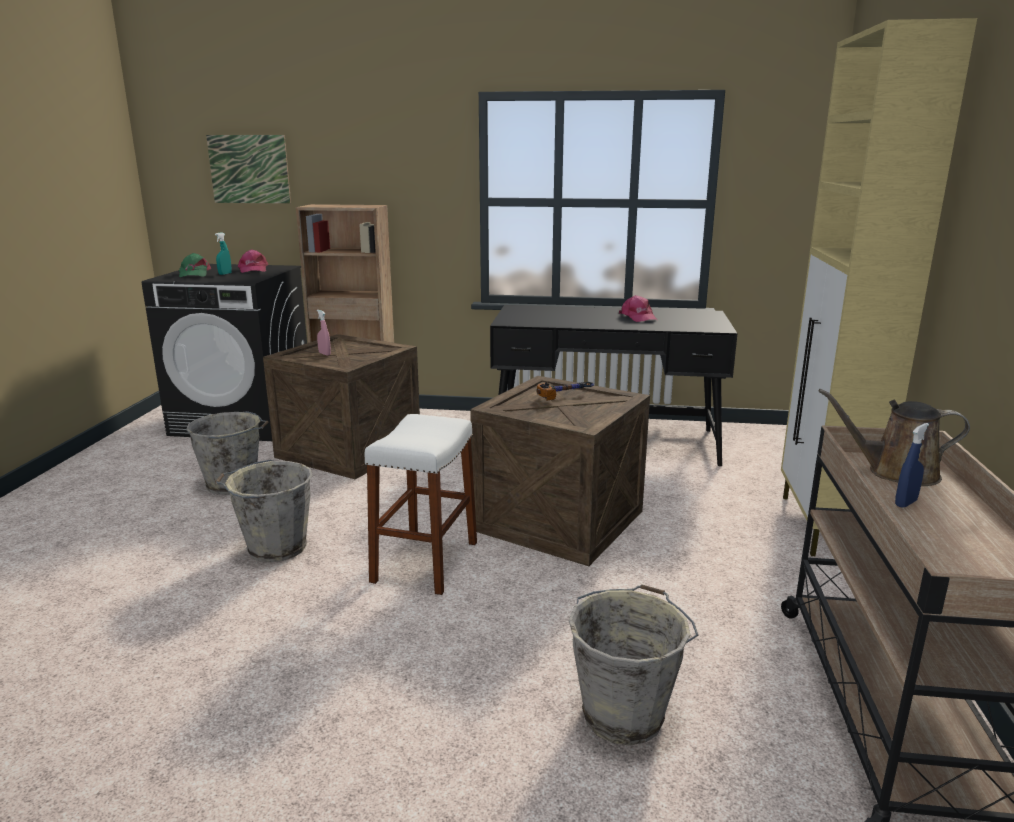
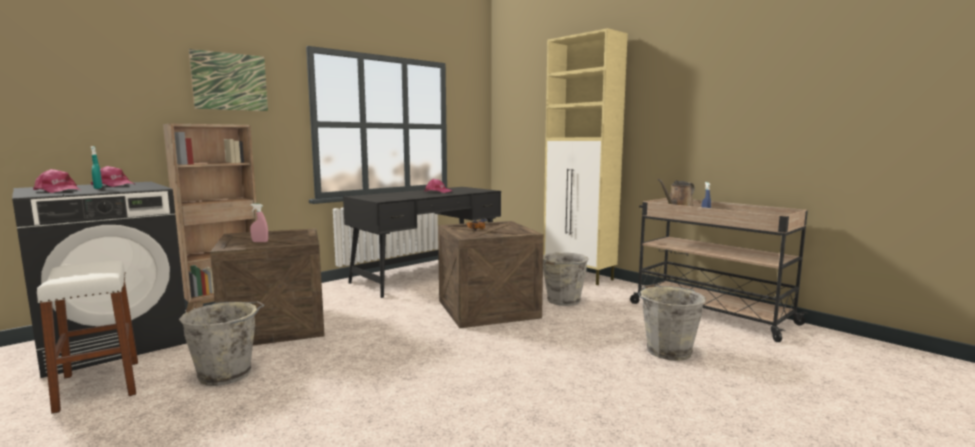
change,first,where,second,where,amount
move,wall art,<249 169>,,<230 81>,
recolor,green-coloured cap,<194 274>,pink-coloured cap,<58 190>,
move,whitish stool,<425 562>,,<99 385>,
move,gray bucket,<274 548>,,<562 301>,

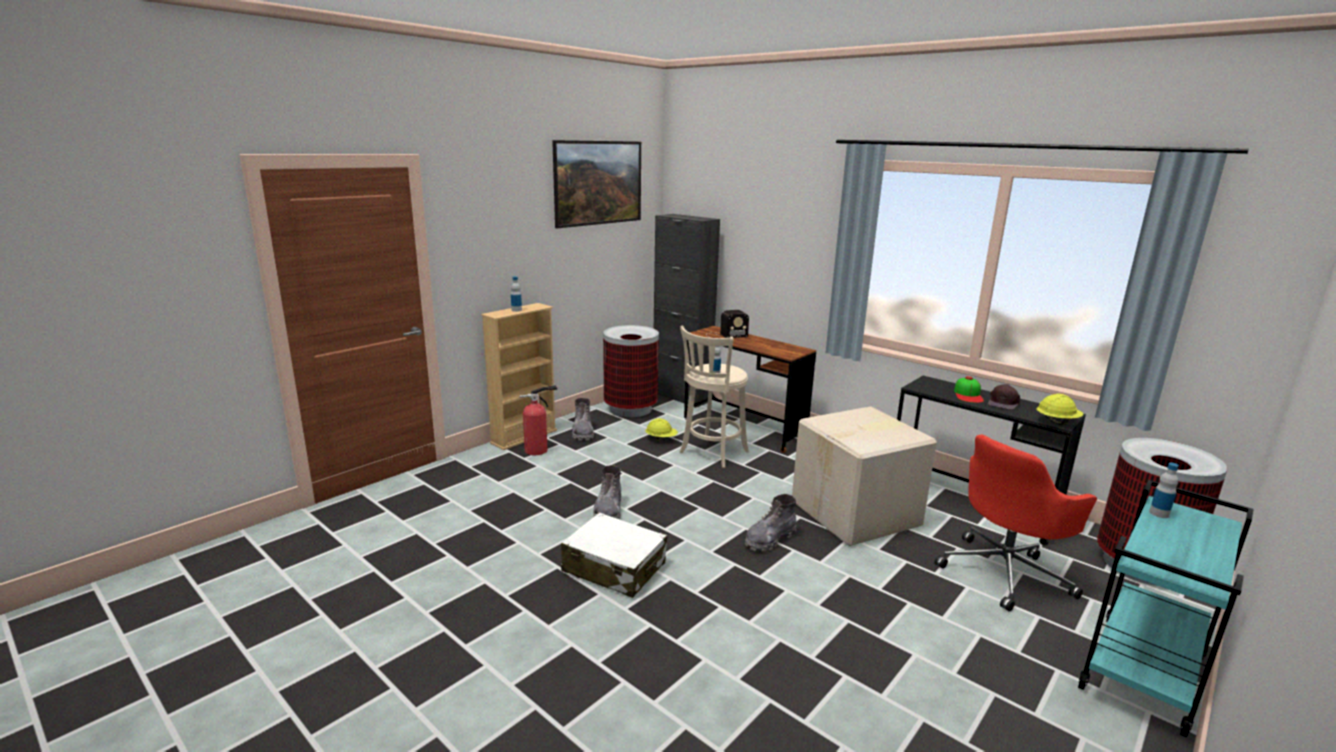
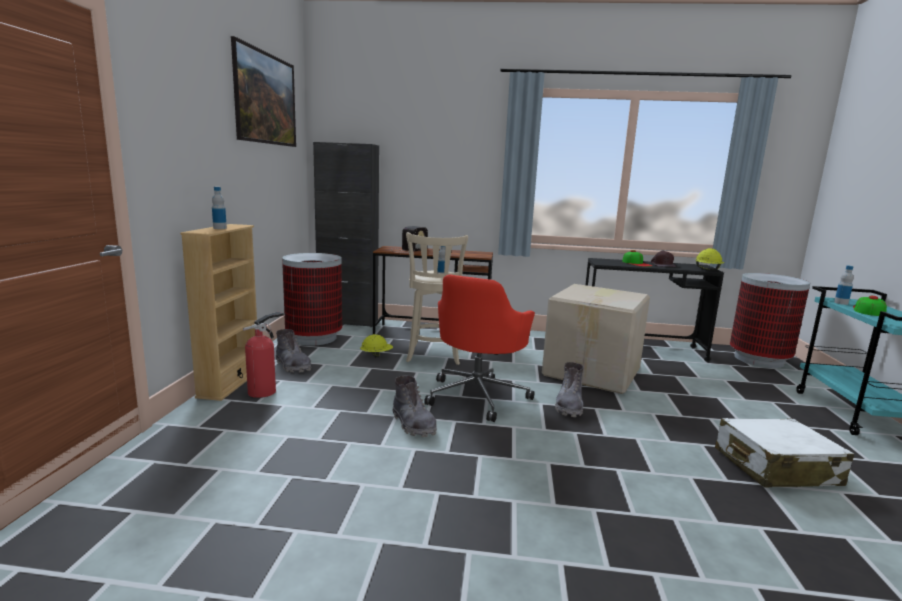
change,first,where,second,where,amount
move,reddish desk chair,<1005 572>,,<477 396>,
move,whitish travel case,<614 567>,,<775 467>,
insert,,,cap,<868 310>,

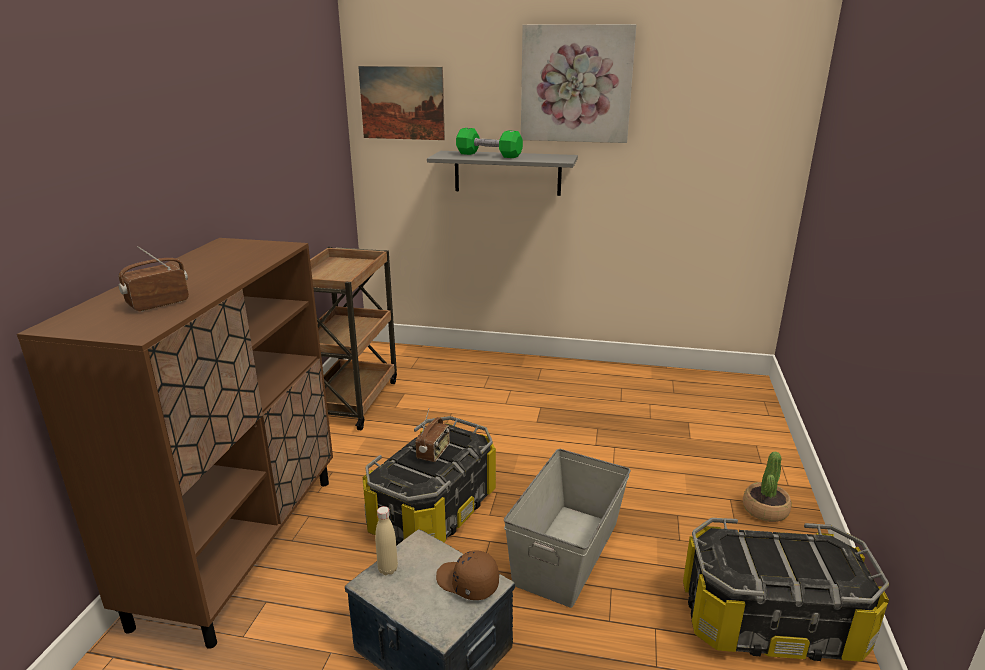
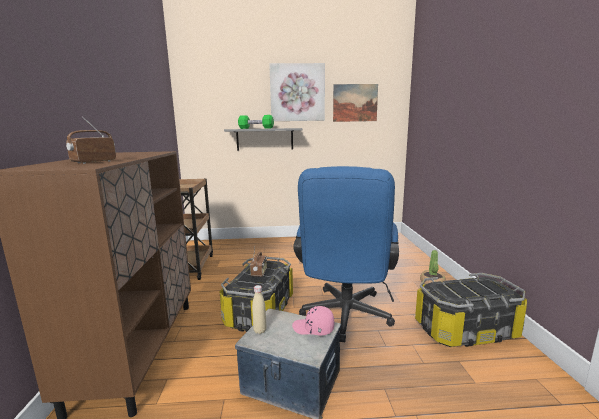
change,first,where,second,where,amount
move,wall art,<402 103>,,<355 103>,
replace,gray storage box,<565 552>,bluish desk chair,<345 318>,
recolor,brown cap,<467 583>,pink-coloured cap,<313 328>,

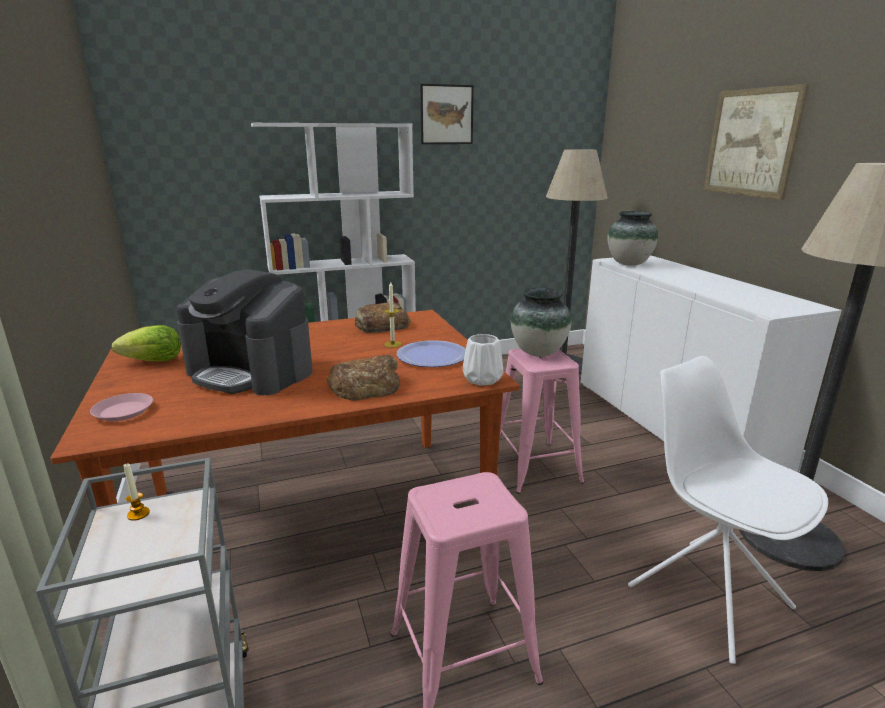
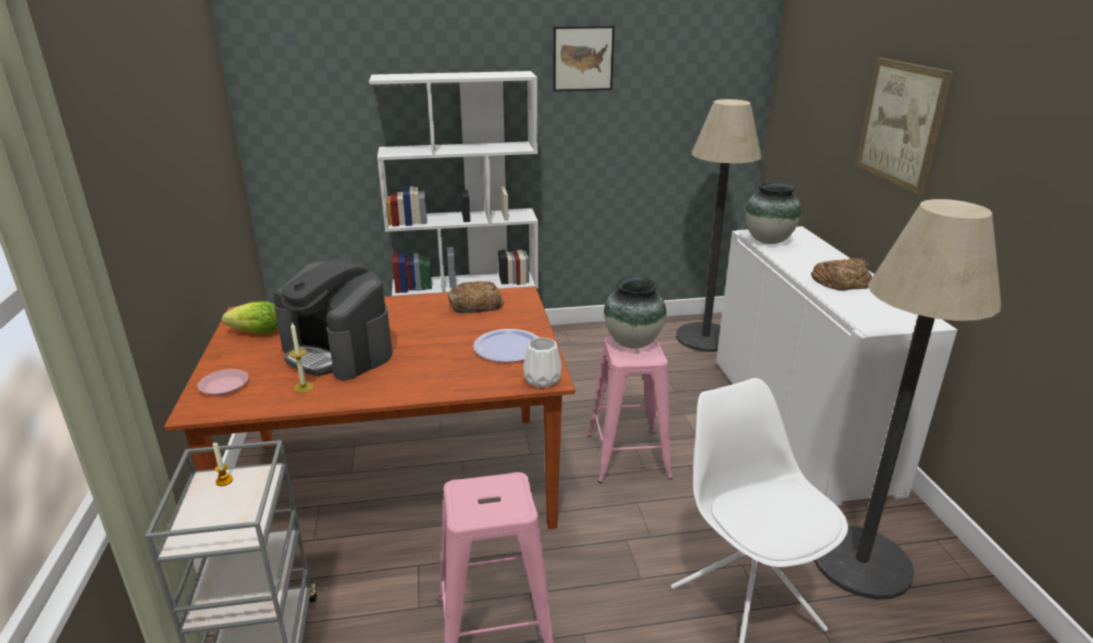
change,first,where,second,where,amount
move,wax light,<392 344>,,<303 387>,
move,bread,<365 386>,,<841 281>,

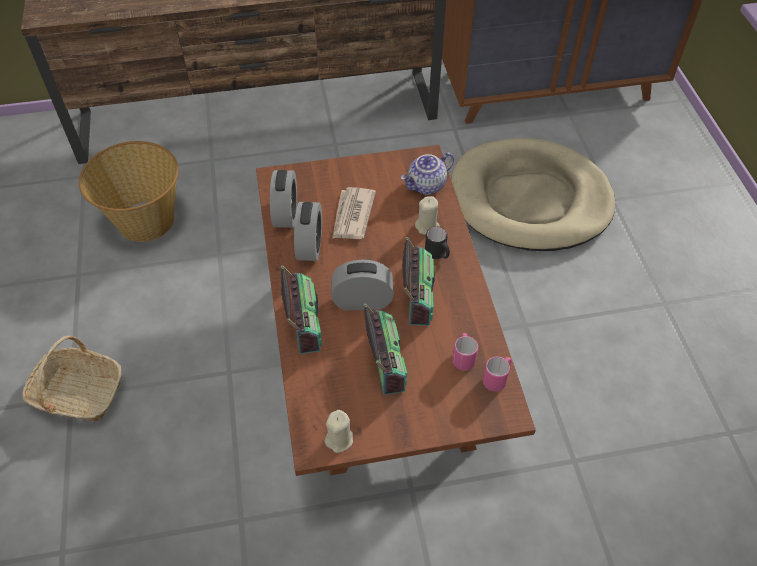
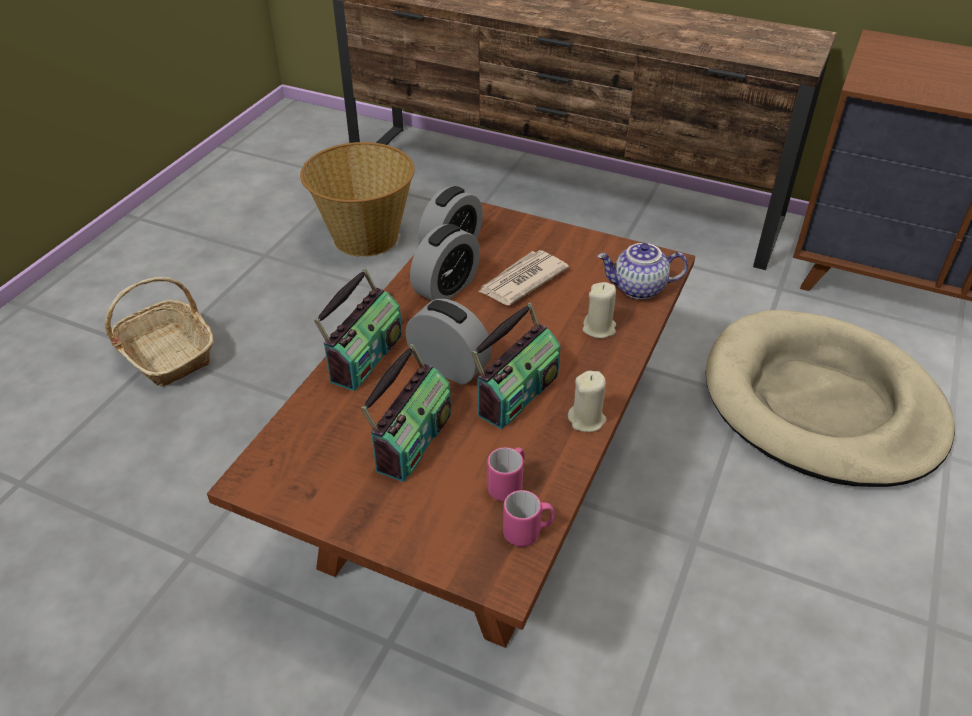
change,first,where,second,where,amount
delete,blackish tea mug,<437 254>,,,
move,beige wax light,<339 439>,,<587 419>,

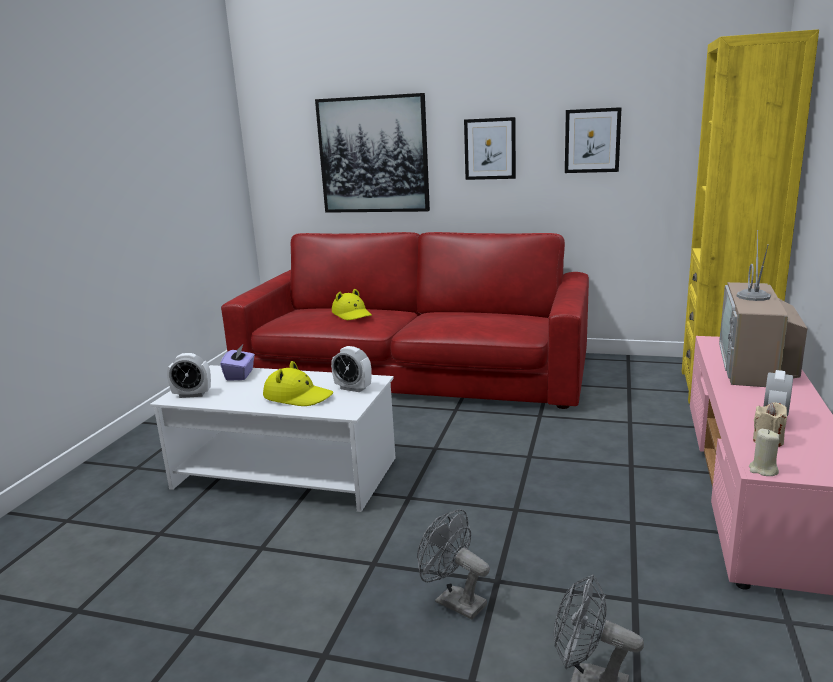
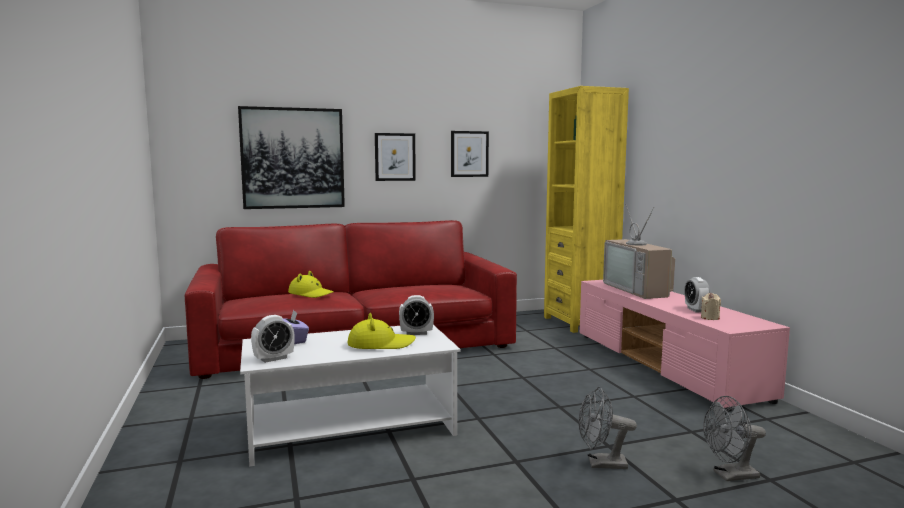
change,first,where,second,where,amount
delete,beige wax light,<763 470>,,,

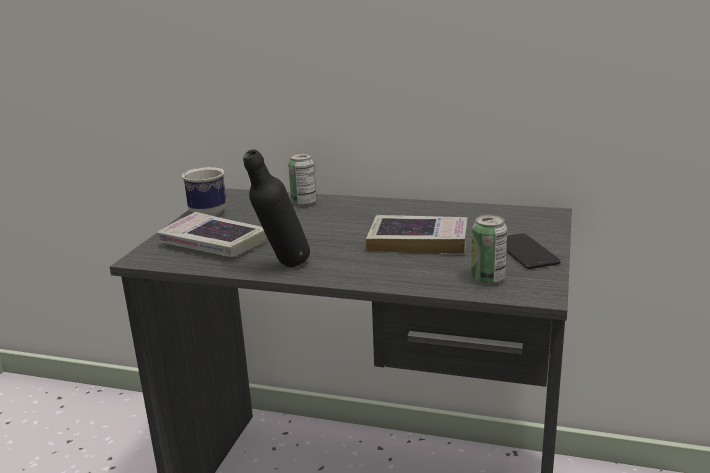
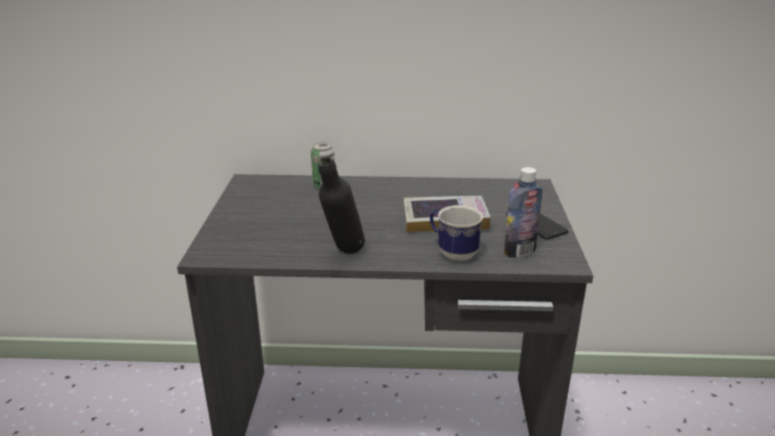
change,first,where,second,where,amount
move,tea mug,<205 212>,,<452 253>,
delete,bound book,<213 243>,,,
replace,can,<487 279>,drink bottle,<519 252>,

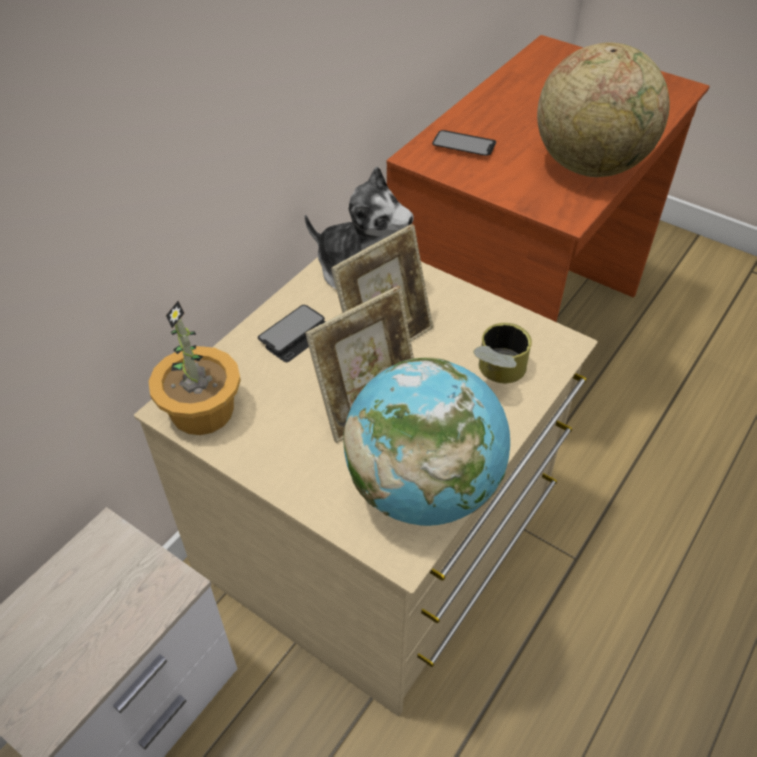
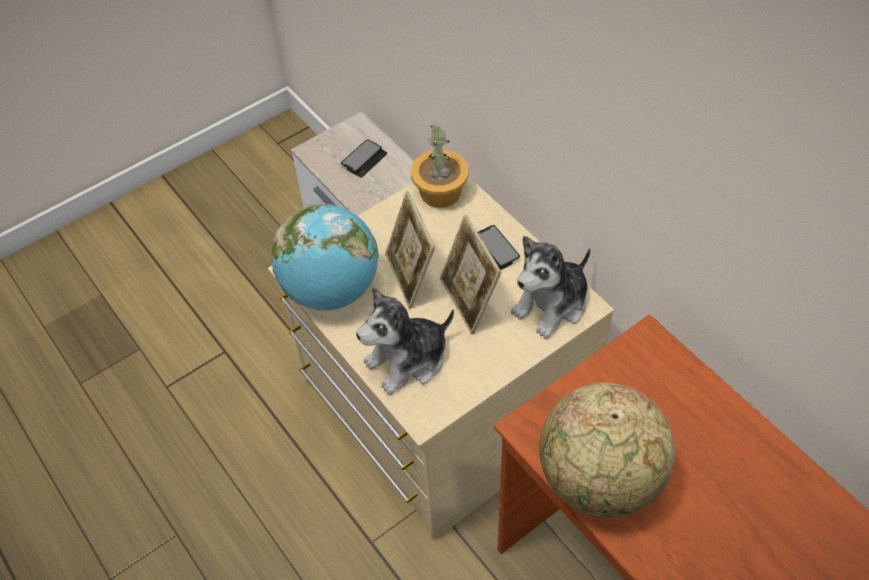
change,first,where,second,where,amount
move,telephone,<464 145>,,<364 159>,
replace,can,<496 375>,cuddly toy,<408 360>,

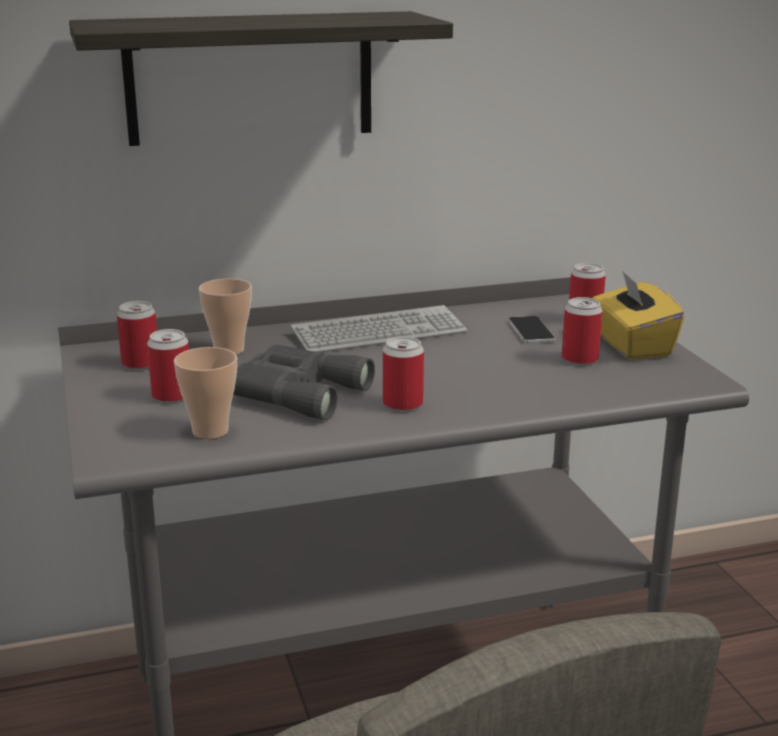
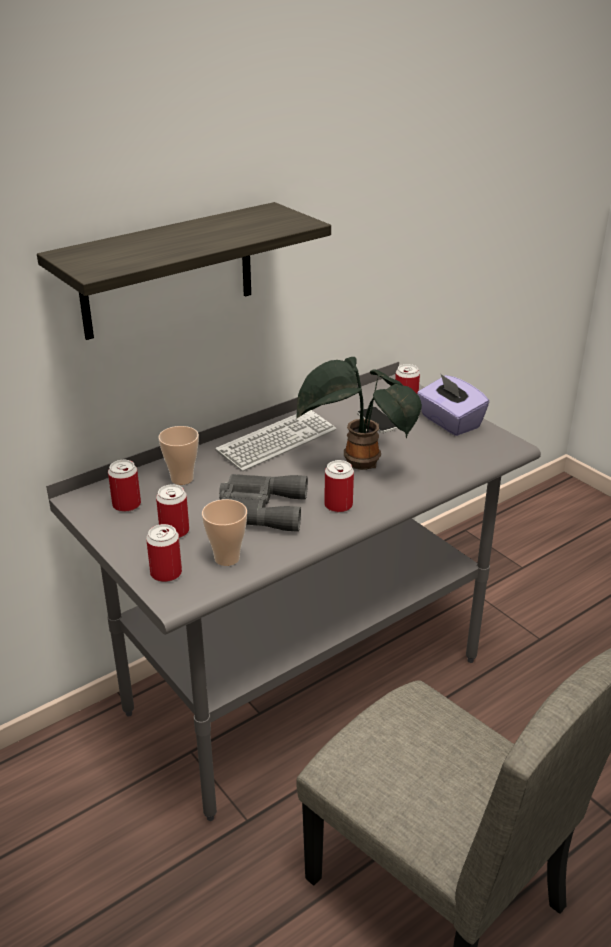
change,first,where,second,where,amount
recolor,yellow tissue holder,<632 345>,purple tissue holder,<449 422>,
move,can,<580 359>,,<166 573>,
insert,,,houseplant,<357 464>,

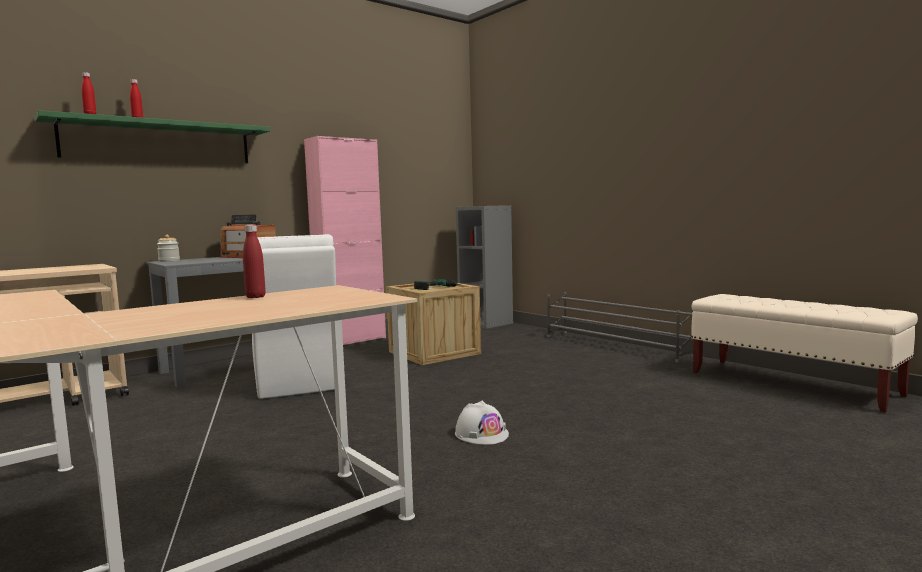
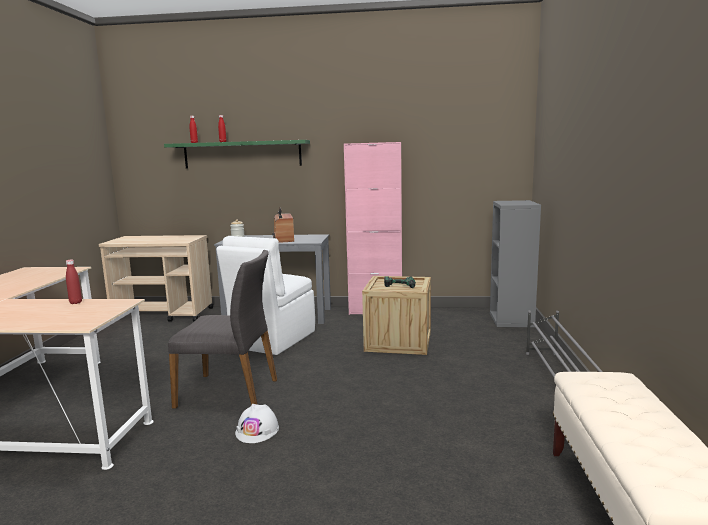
change,first,where,second,where,amount
insert,,,gray plain chair,<229 392>,

